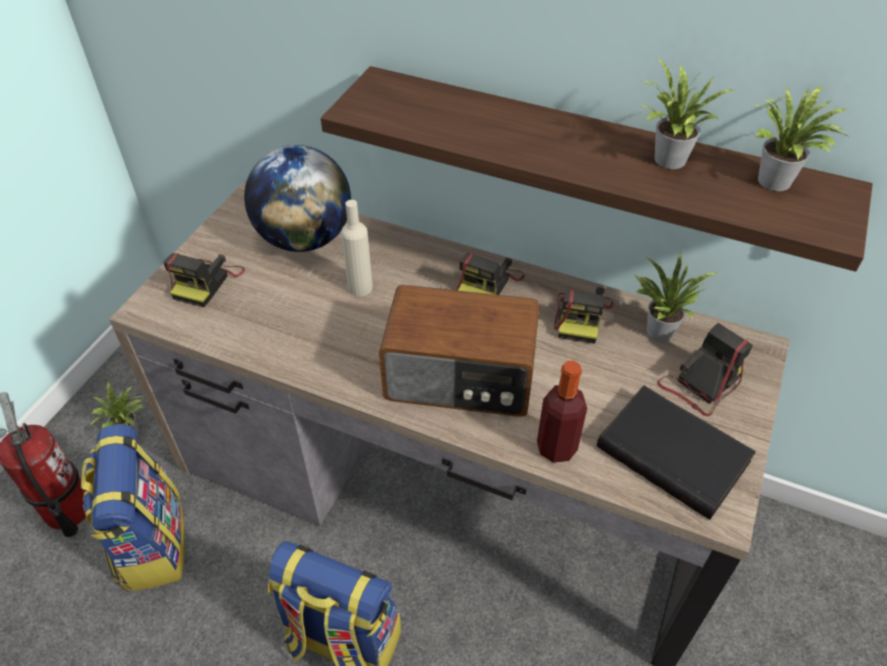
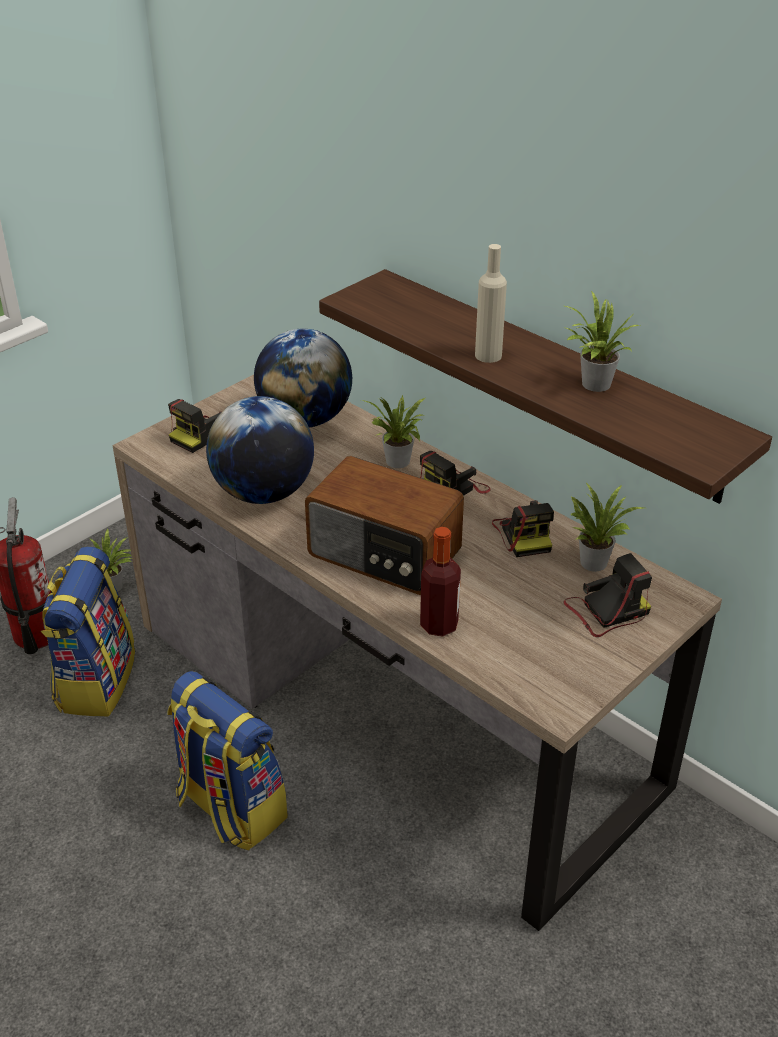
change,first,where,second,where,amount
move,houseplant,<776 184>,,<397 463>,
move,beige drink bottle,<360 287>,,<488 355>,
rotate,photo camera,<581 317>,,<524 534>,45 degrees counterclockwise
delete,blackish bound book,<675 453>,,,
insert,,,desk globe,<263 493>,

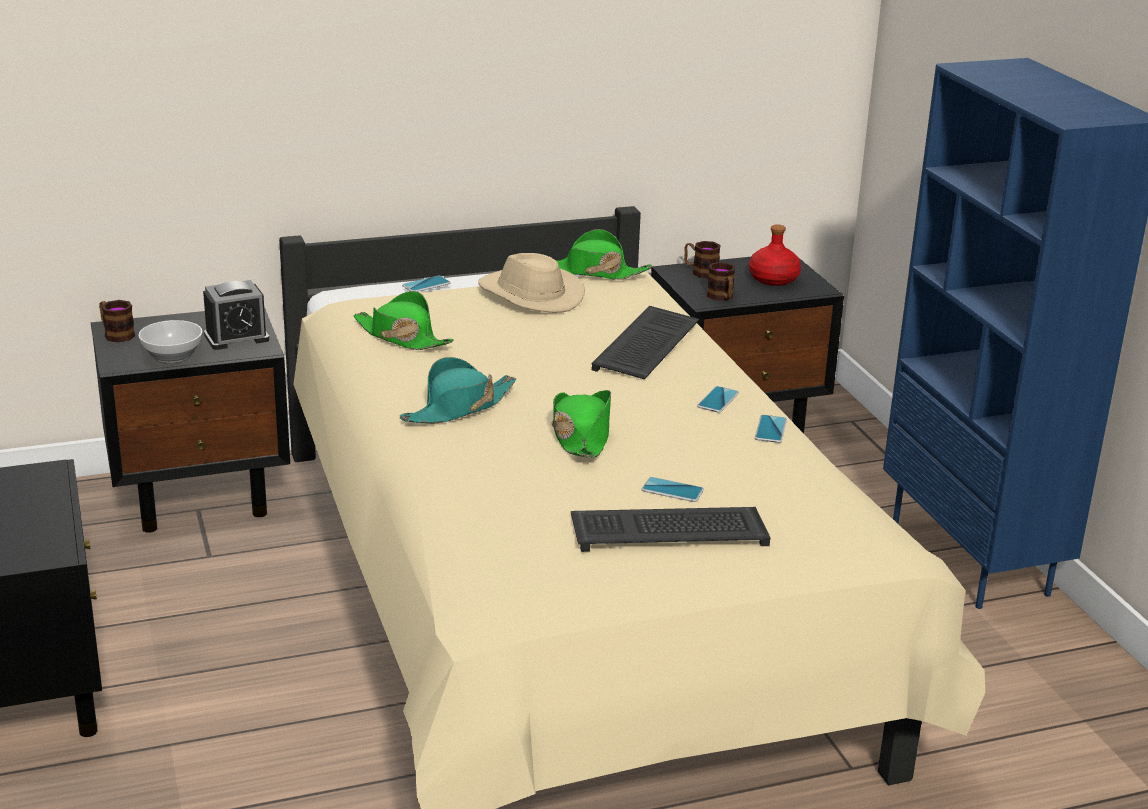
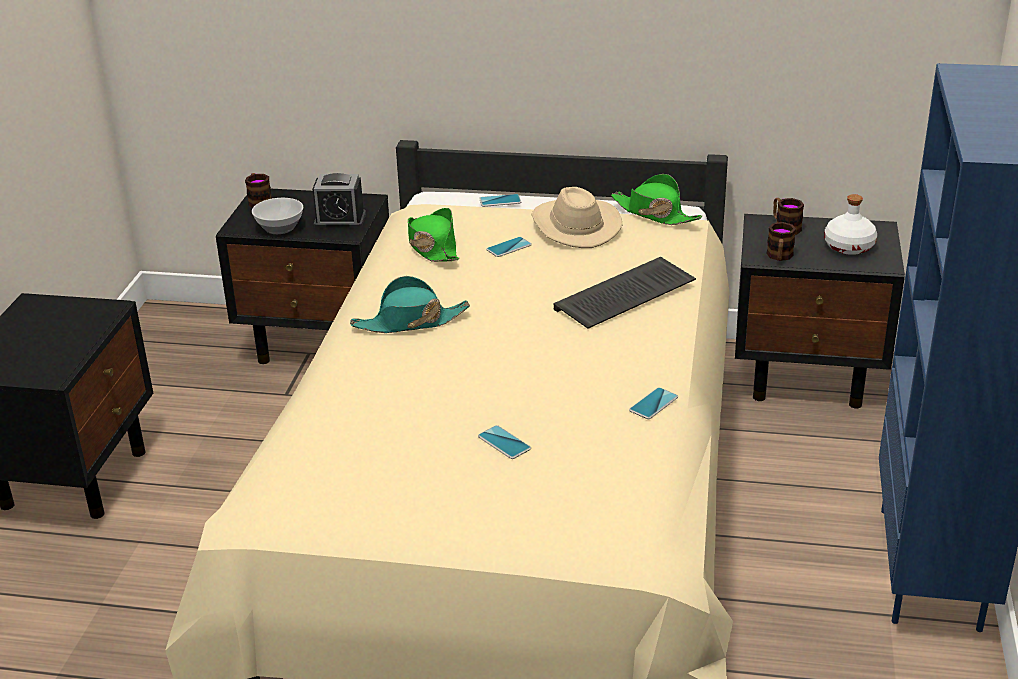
change,first,where,second,where,amount
recolor,reddish drink bottle,<774 279>,whitish drink bottle,<849 246>,
move,telephone,<718 400>,,<509 247>,
delete,green-coloured hat,<581 435>,,,
delete,PC keyboard,<670 530>,,,

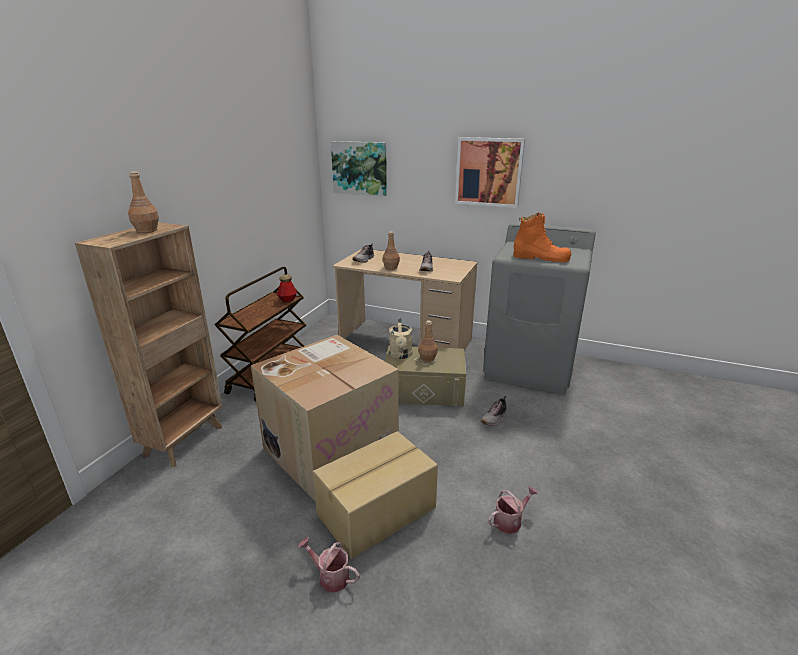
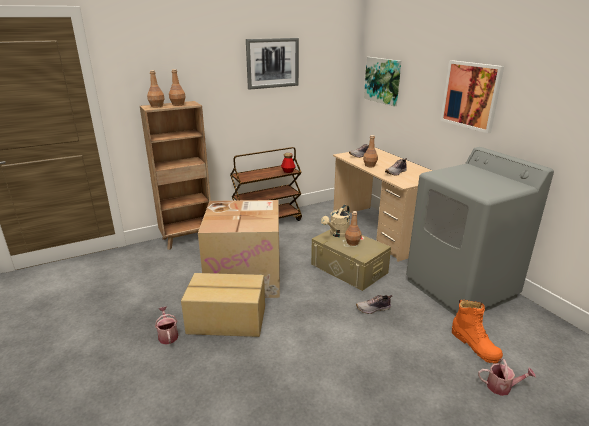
change,first,where,second,where,amount
move,orange tall boot,<541 258>,,<475 345>,
move,sprinkling can,<510 521>,,<502 387>,
insert,,,wall art,<272 63>,
insert,,,brown drink bottle,<157 106>,

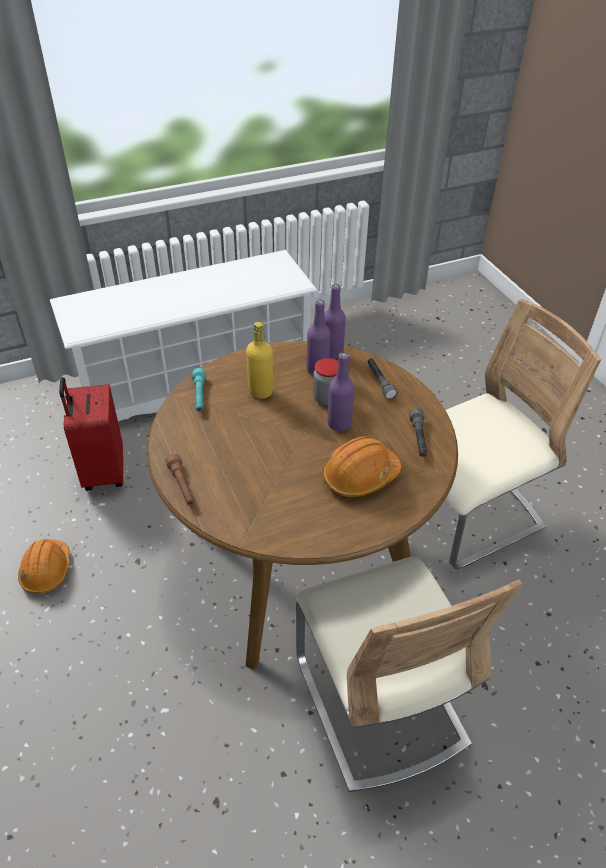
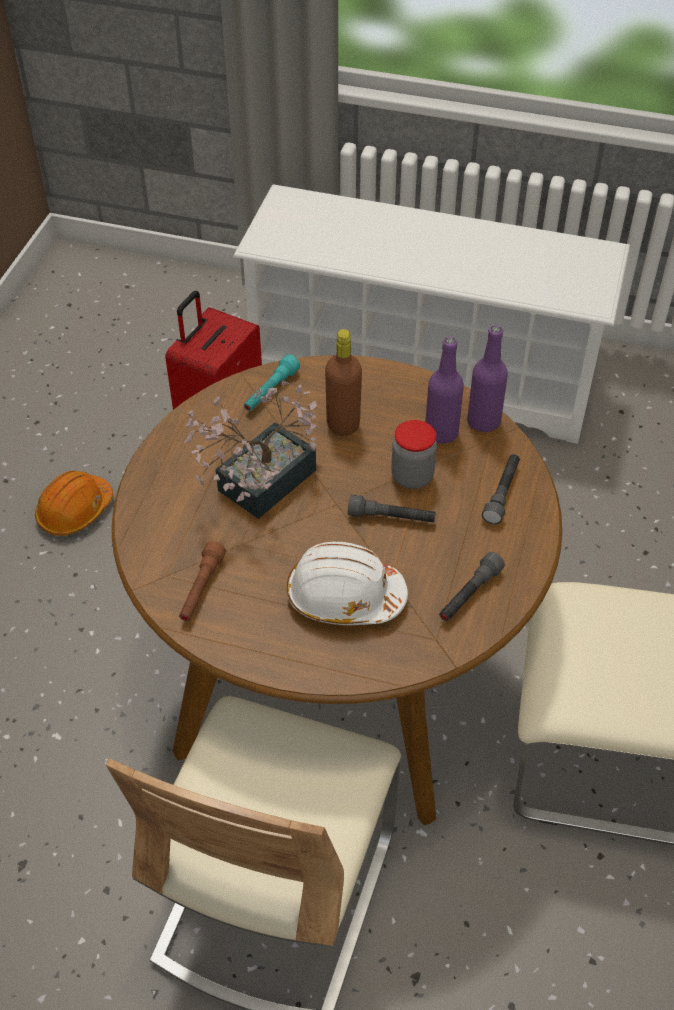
change,first,where,second,where,amount
recolor,yellow drink bottle,<260 391>,brown drink bottle,<343 424>,
replace,purple drink bottle,<339 424>,gray torch,<391 518>,
recolor,orange hard hat,<360 476>,whitish hard hat,<344 597>,
move,brown torch,<182 485>,,<201 589>,
insert,,,houseplant,<258 486>,

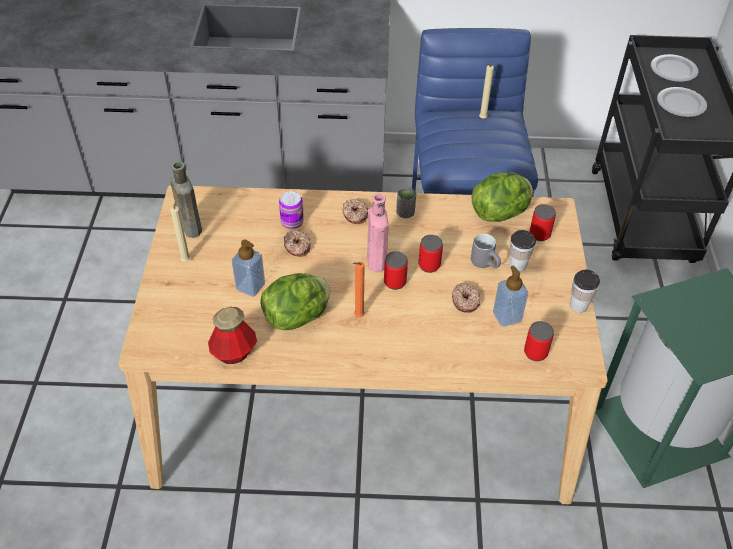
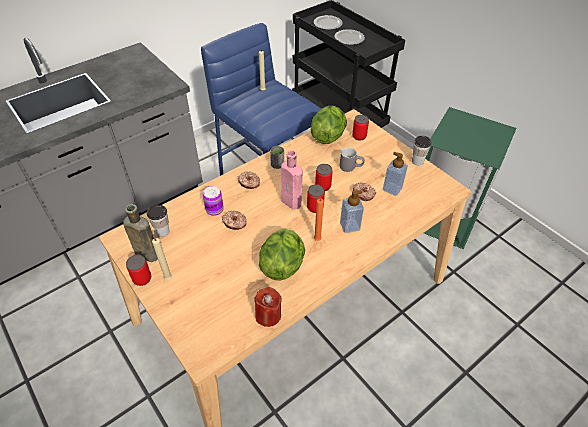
change,first,where,second,where,amount
move,drinking cup,<517 265>,,<162 231>,
move,soap bottle,<250 286>,,<349 226>,
replace,drink bottle,<234 353>,reddish wax light,<268 315>,
move,can,<535 352>,,<142 278>,

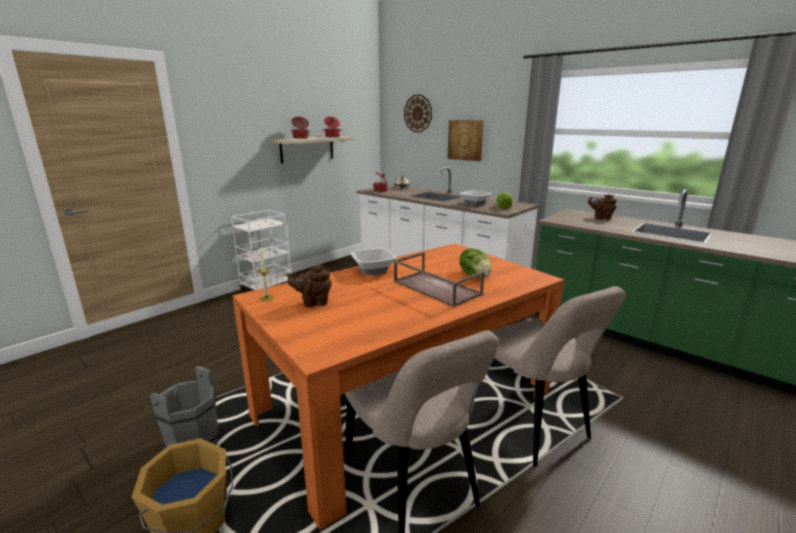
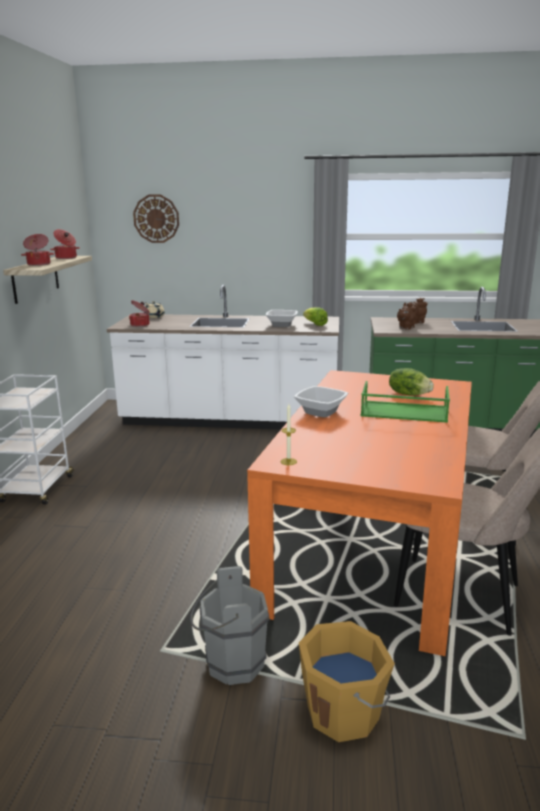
change,first,where,second,where,amount
delete,wall art,<465 140>,,,
recolor,brown serving tray,<435 288>,green-coloured serving tray,<403 412>,
move,brown pot for tea,<313 302>,,<405 328>,

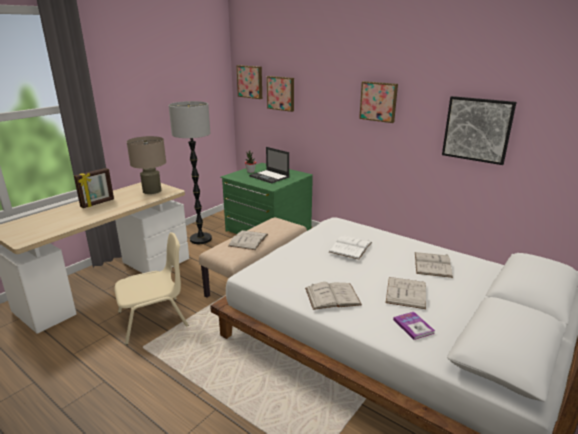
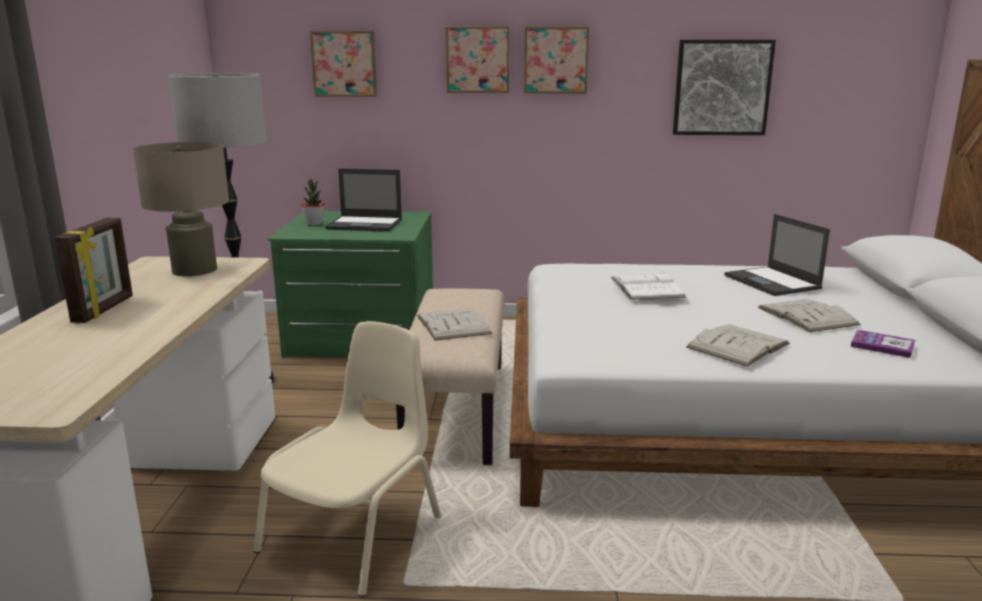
change,first,where,second,where,amount
move,wall art,<250 81>,,<478 59>,
replace,whitish bound book,<432 264>,portable computer,<773 282>,

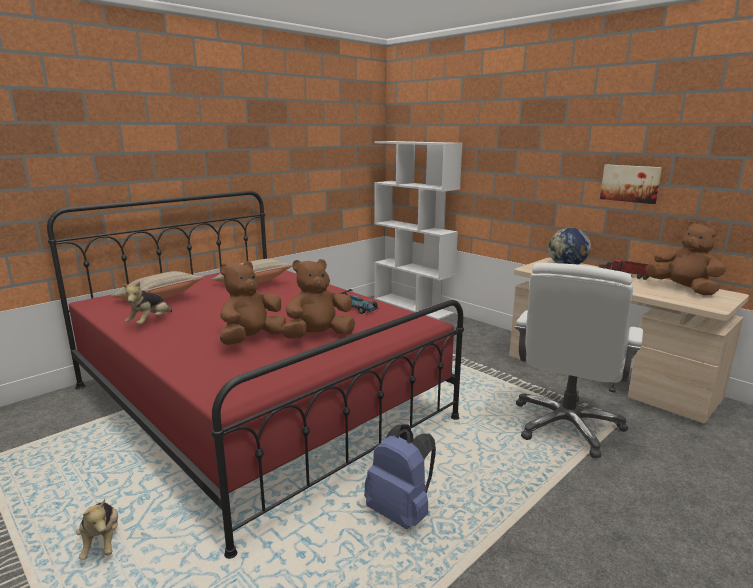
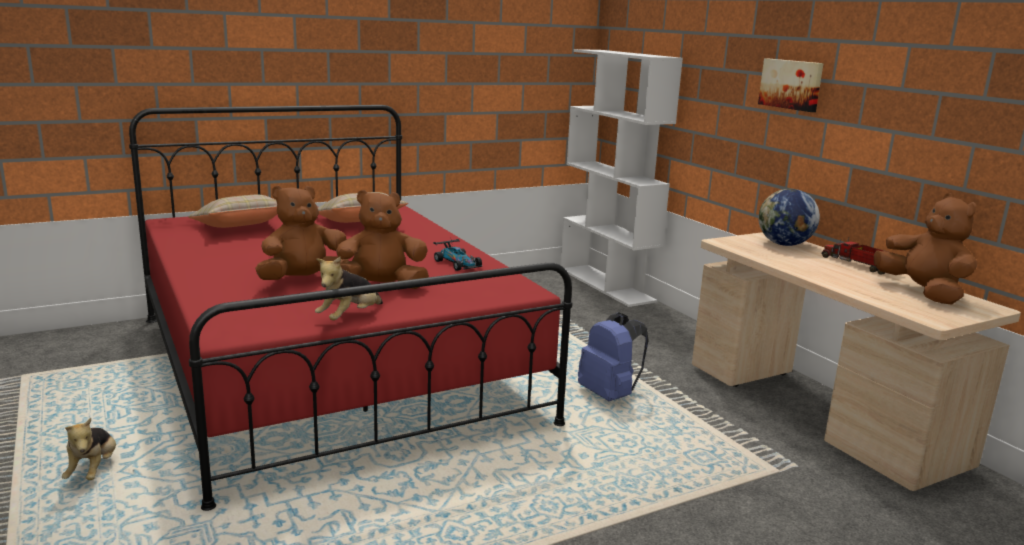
change,first,where,second,where,amount
move,wall art,<630 183>,,<791 84>,
delete,whitish desk chair,<566 425>,,,
move,cuddly toy,<150 322>,,<349 317>,
move,bluish knapsack,<401 512>,,<609 395>,

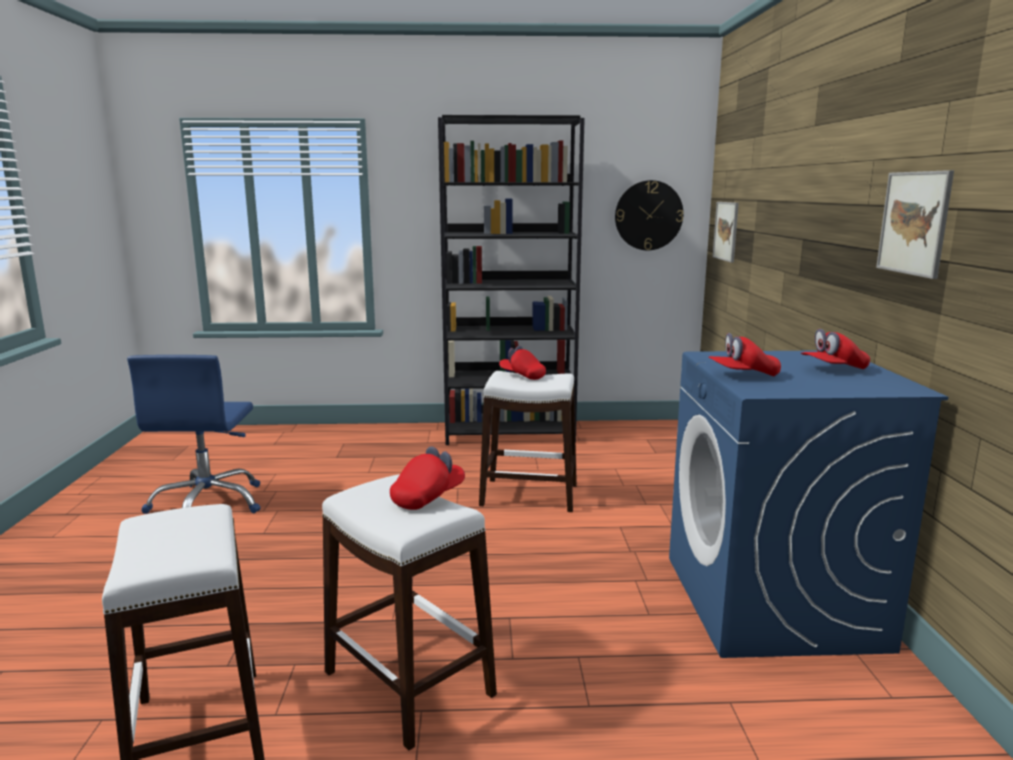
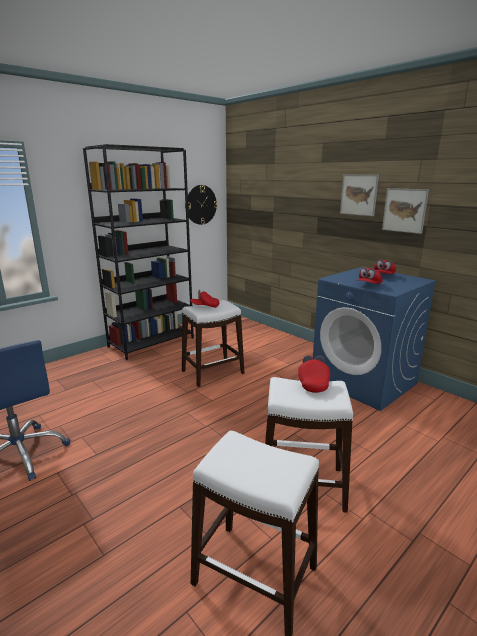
change,first,where,second,where,amount
move,wall art,<726 231>,,<359 195>,

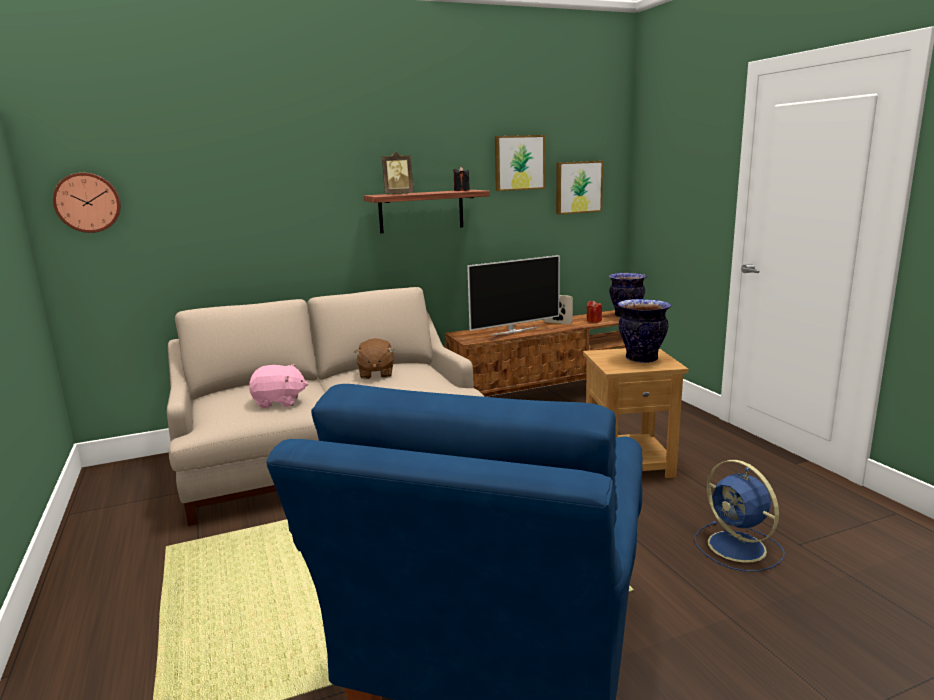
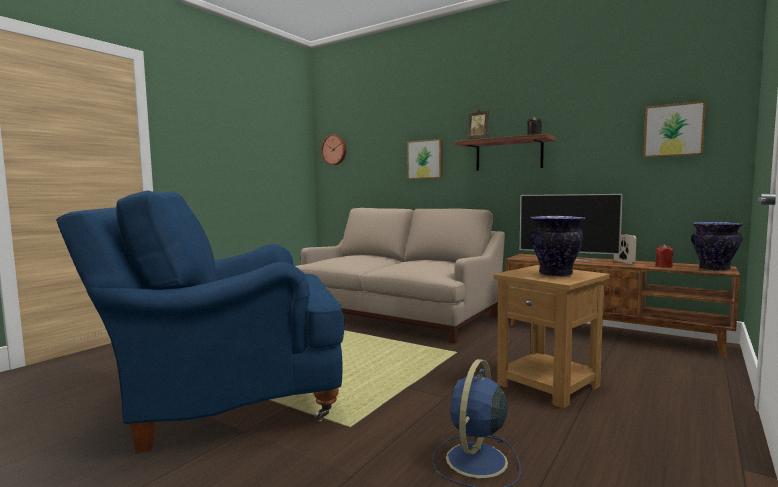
change,first,where,second,where,amount
move,wall art,<518 163>,,<425 159>,
delete,brown cuddly toy,<376 374>,,,
delete,pink-coloured cuddly toy,<279 402>,,,

